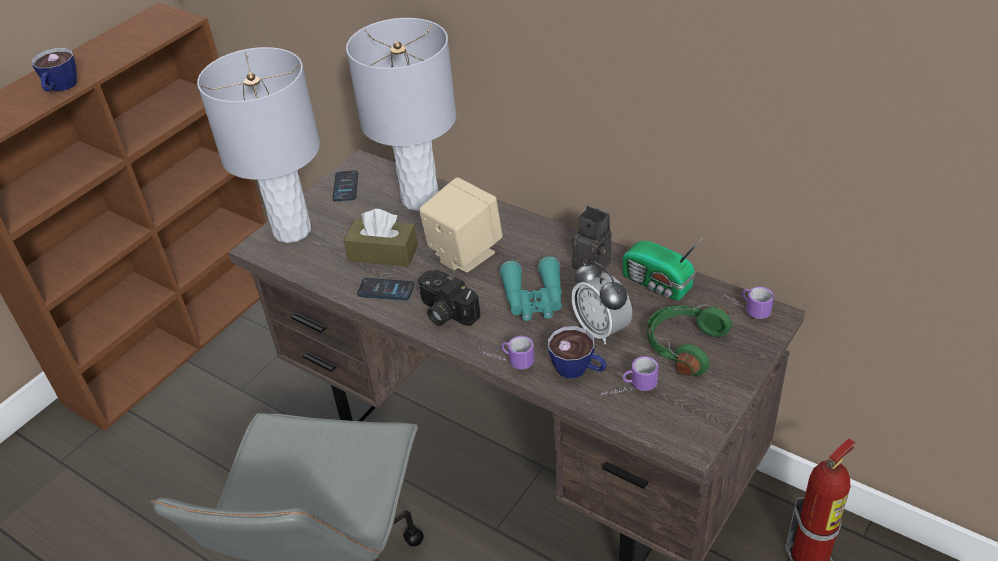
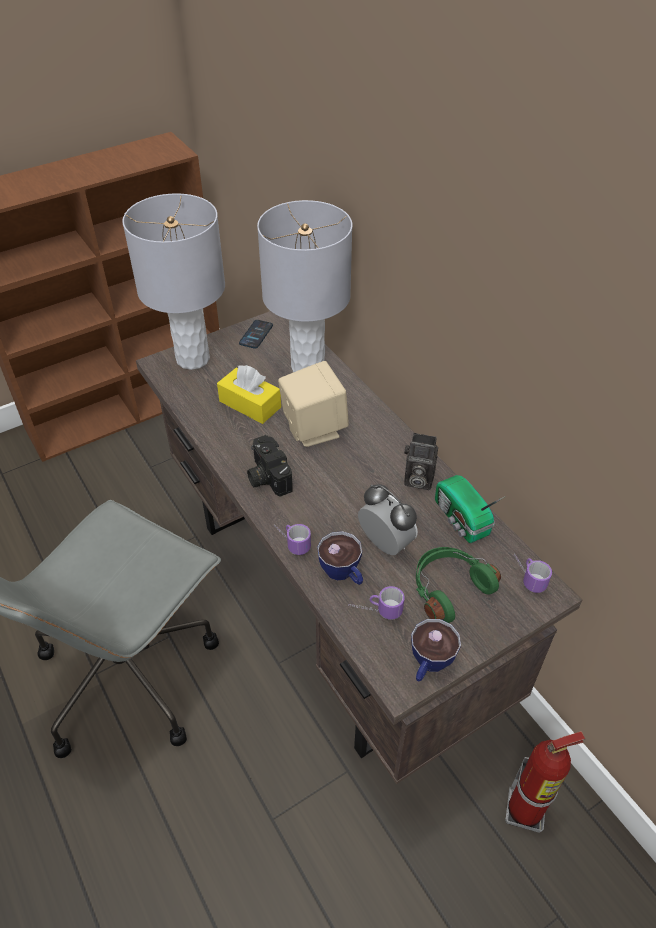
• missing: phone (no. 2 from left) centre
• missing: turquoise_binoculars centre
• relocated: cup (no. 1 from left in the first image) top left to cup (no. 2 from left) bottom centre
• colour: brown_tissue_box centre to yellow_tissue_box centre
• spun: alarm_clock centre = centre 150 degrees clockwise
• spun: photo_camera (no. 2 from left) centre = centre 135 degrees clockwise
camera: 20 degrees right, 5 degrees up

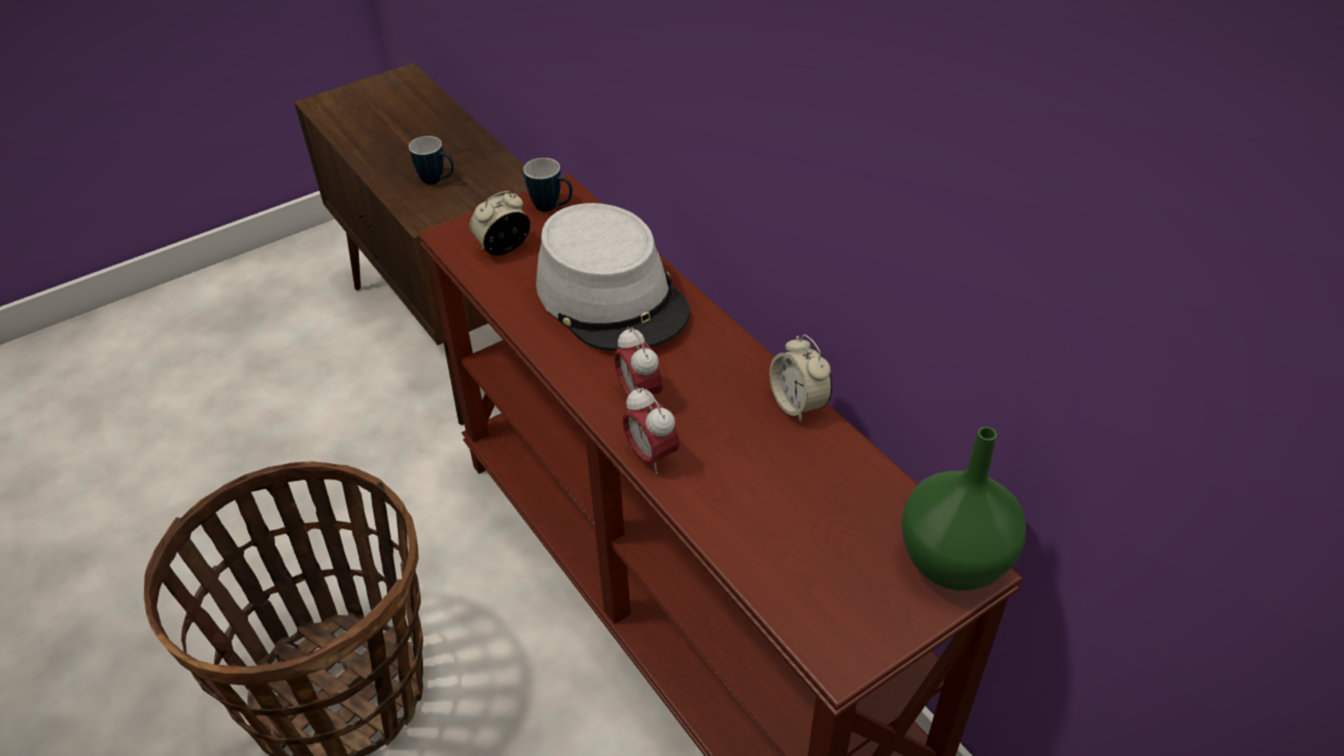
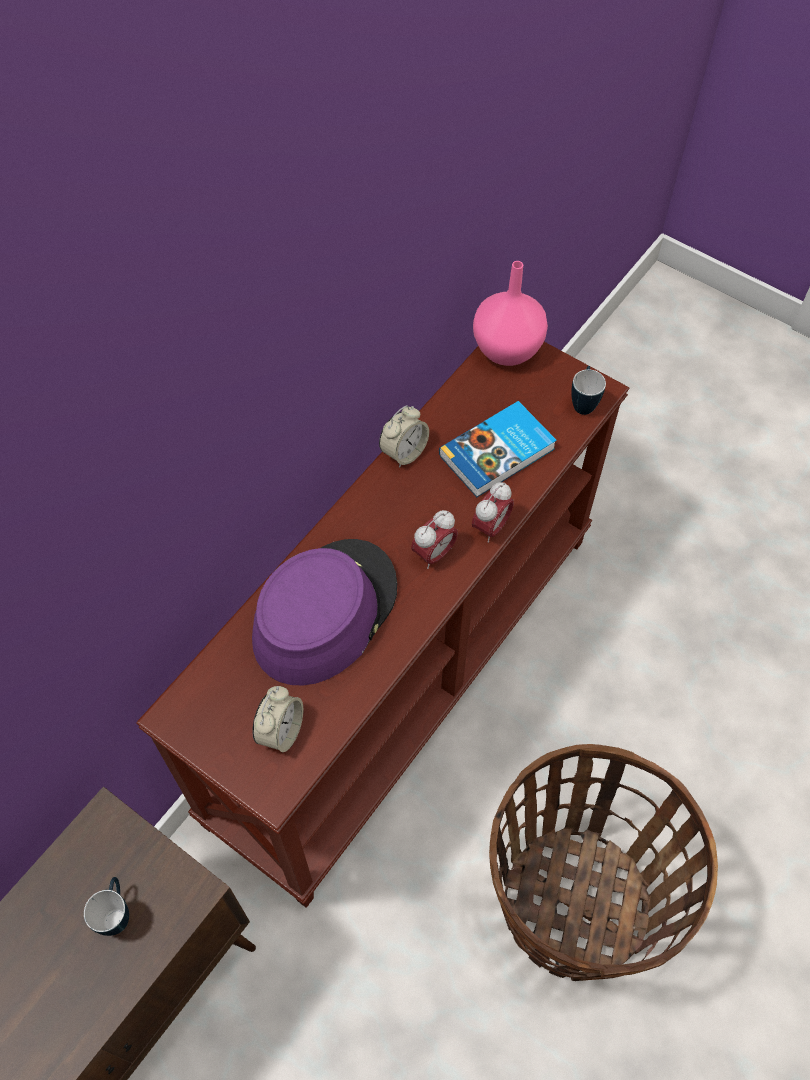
• appeared: book centre
• relocated: mug (no. 2 from left) top centre to middle right
• colour: grey_hat centre to purple_hat centre
• colour: green_vase bottom right to pink_vase top centre
• spun: alarm_clock (no. 1 from left) top centre = centre 105 degrees counterclockwise
camera: 110 degrees left, 15 degrees up

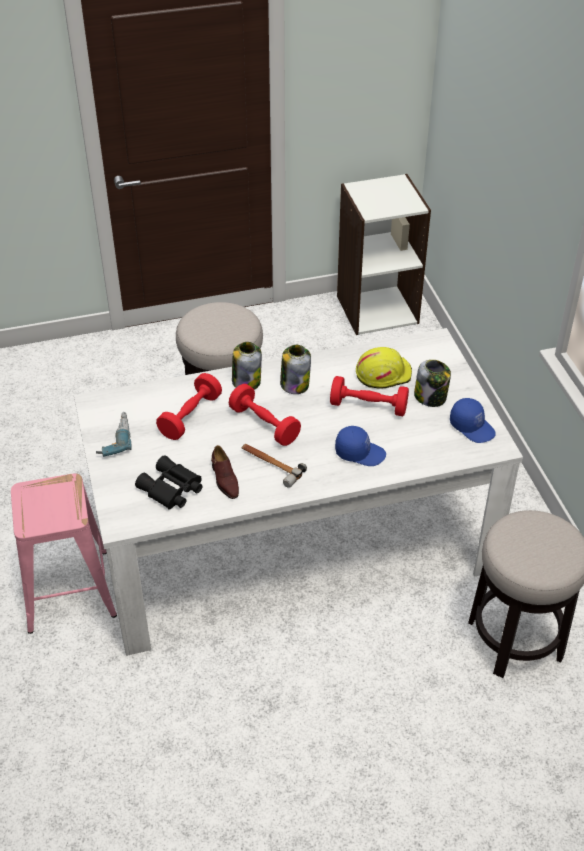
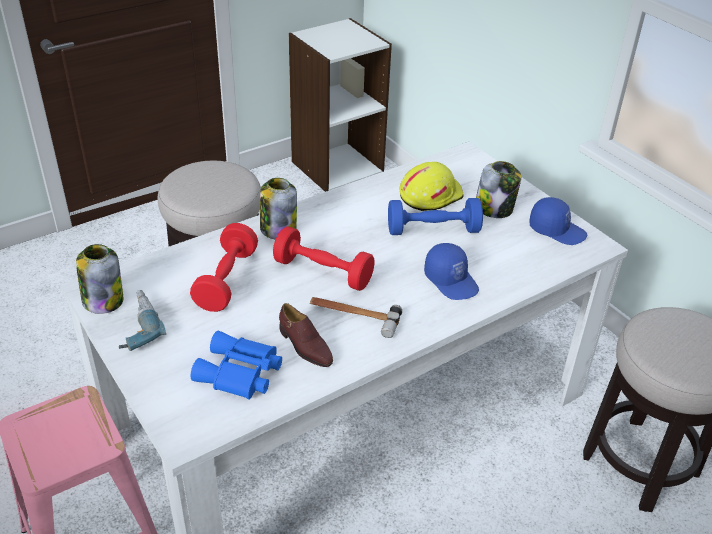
• relocated: jar (no. 2 from left in the first image) centre to jar (no. 1 from left) middle left
• colour: black_binoculars middle left to blue_binoculars bottom left
• colour: red_dumbbell (no. 3 from left) centre to blue_dumbbell centre
• spun: blue_cap (no. 1 from left) centre = centre 60 degrees clockwise
camera: 20 degrees left, 5 degrees down

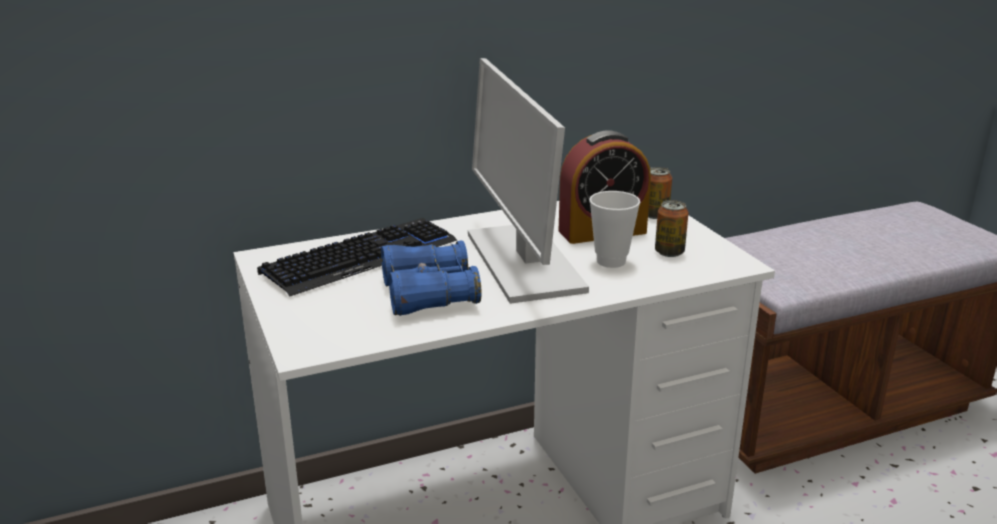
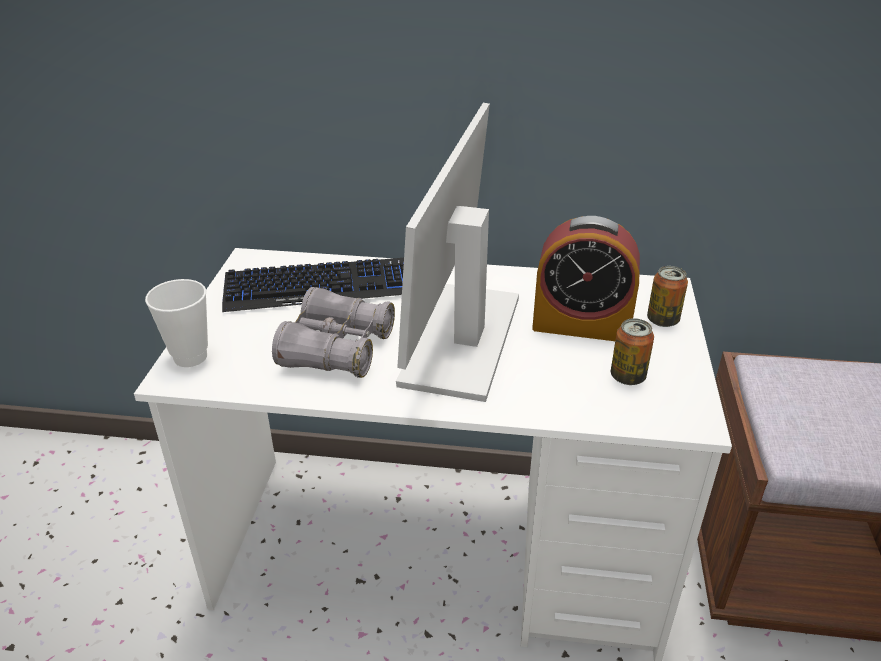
• relocated: cup centre to middle left
• colour: blue_binoculars centre to grey_binoculars centre
camera: 30 degrees right, 10 degrees up

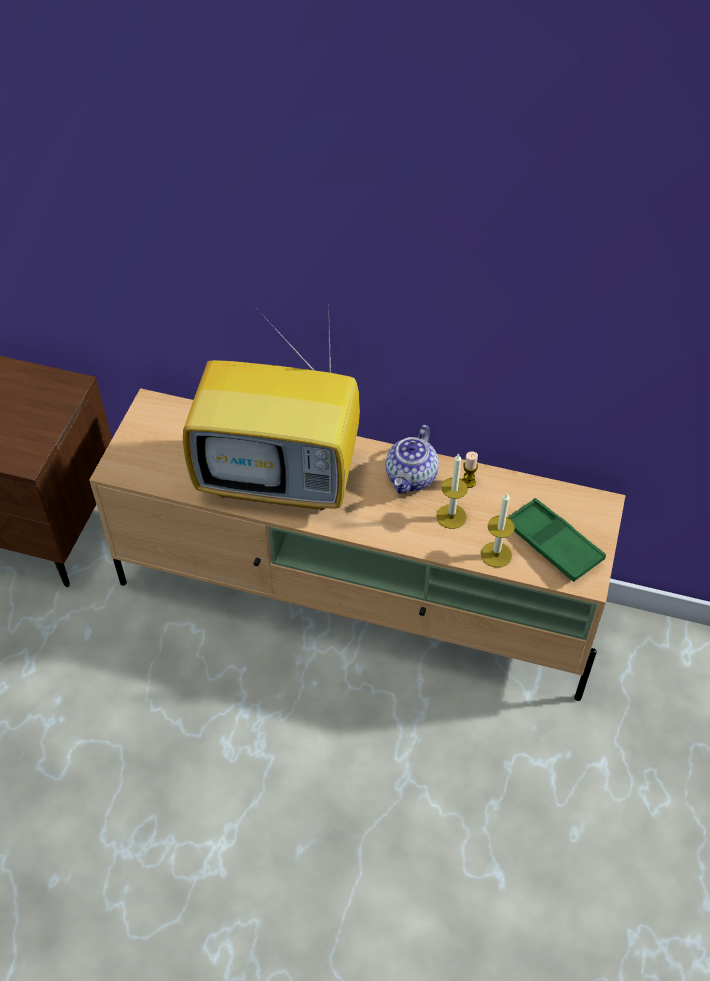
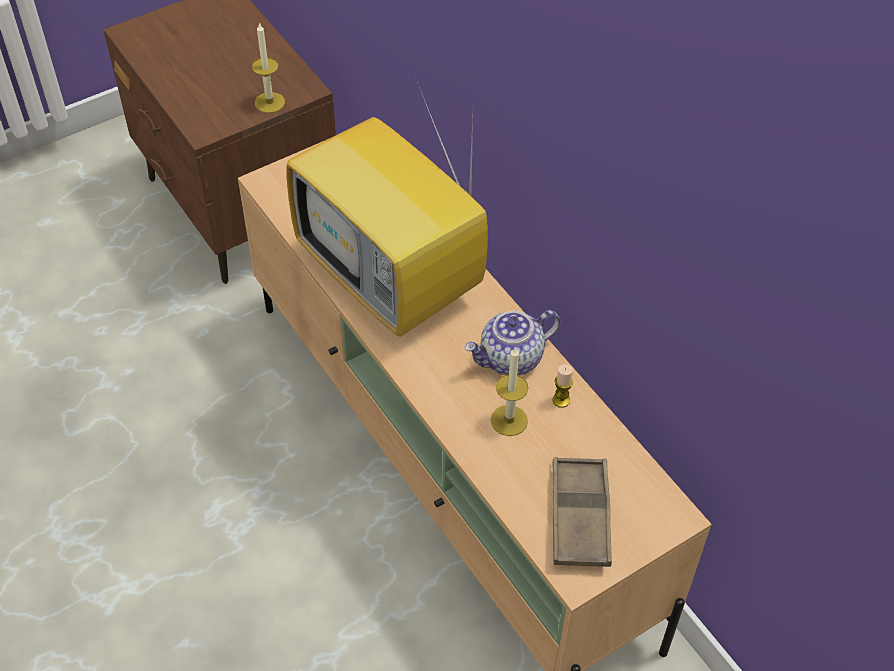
• relocated: candle (no. 3 from left in the first image) middle right to candle (no. 1 from left) top left
• colour: green_tray middle right to brown_tray bottom centre
camera: 40 degrees right, 0 degrees up

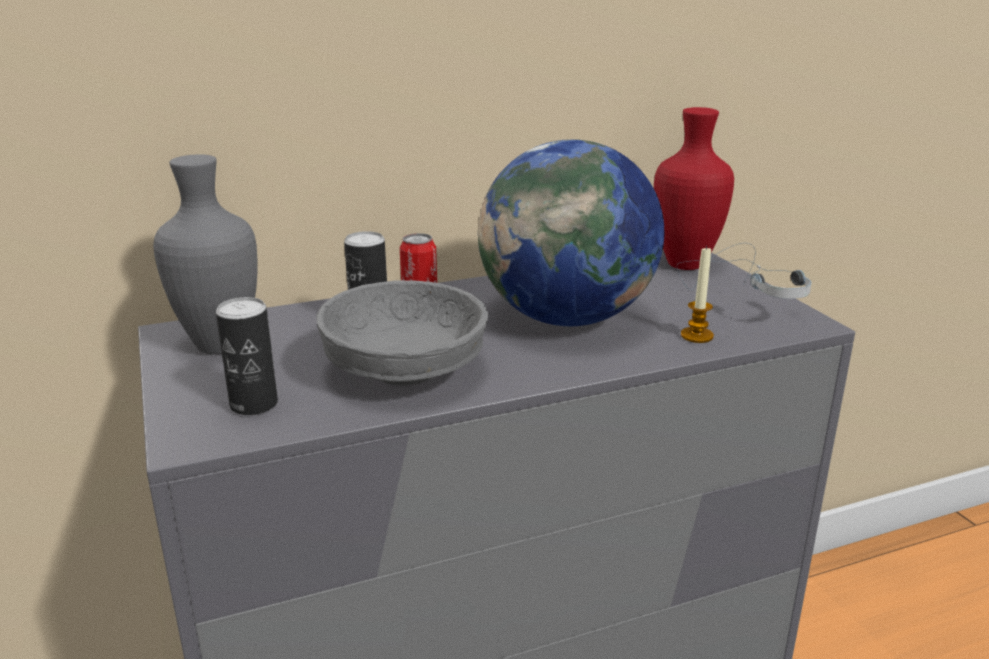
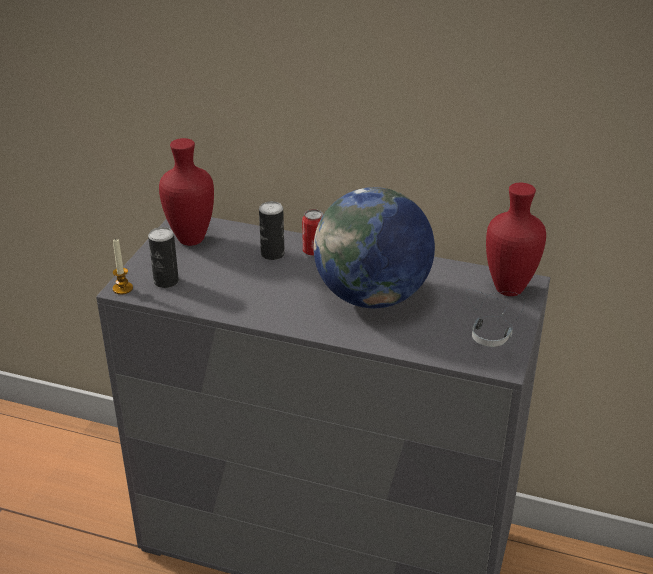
• missing: grey_bowl centre
• relocated: candle middle right to middle left
• colour: grey_vase middle left to red_vase (no. 1 from left) middle left
camera: 40 degrees right, 10 degrees up

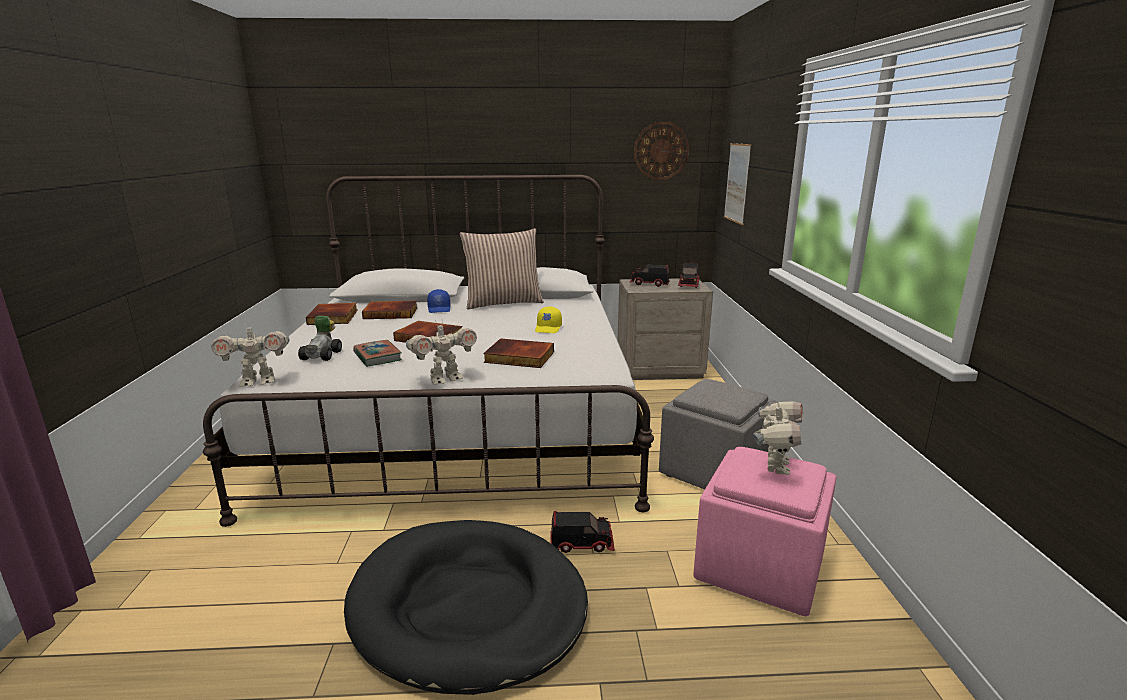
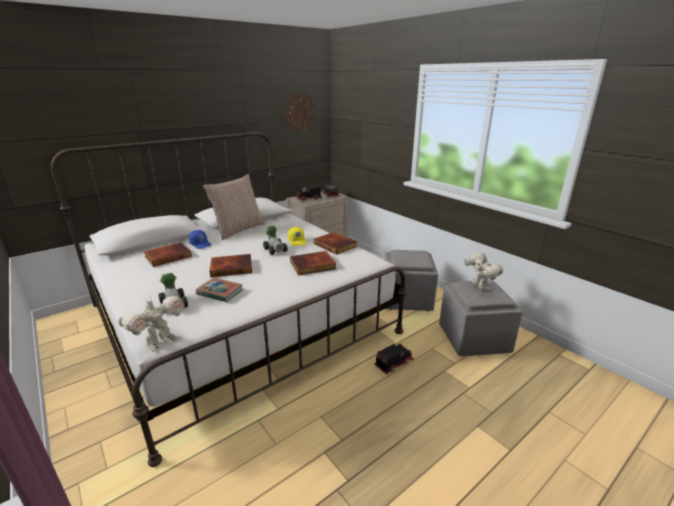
• missing: black_dog_bed bottom centre
• missing: toy_robot (no. 2 from left) centre
• missing: picture top centre
• appeared: toy_car (no. 2 from left) centre
• relocated: book (no. 1 from left in the first image) middle left to book (no. 5 from left) centre
• colour: pink_ottoman bottom right to grey_ottoman (no. 2 from left) middle right
camera: 35 degrees left, 5 degrees up

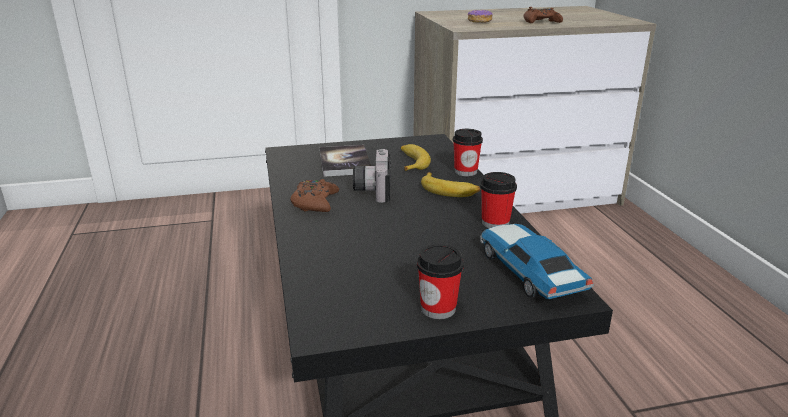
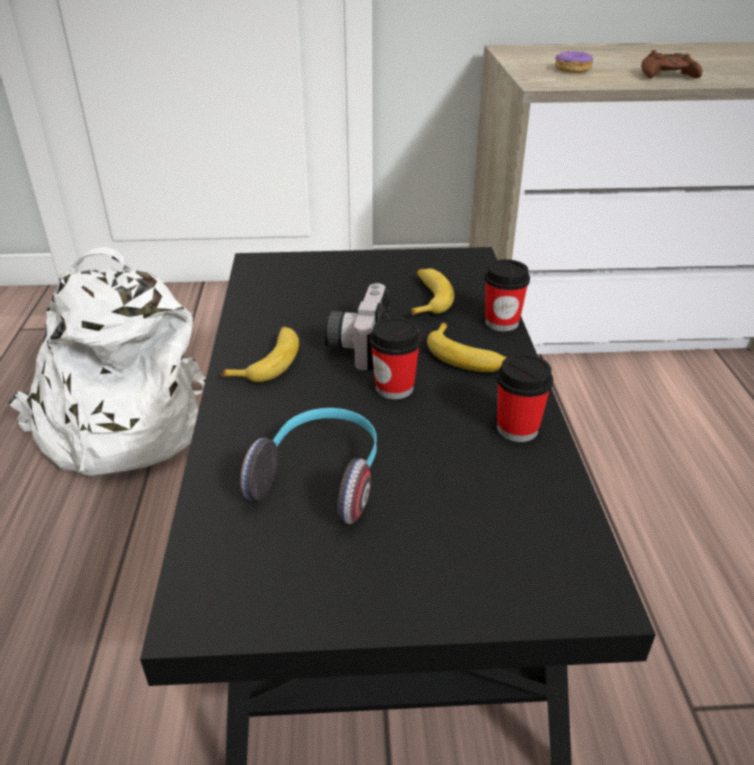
• missing: book centre
• missing: toy_car middle right
• appeared: white_backpack middle left
• appeared: headphones centre
• relocated: cup (no. 1 from left) bottom centre to centre
• exchanged: brown_game_controller (no. 1 from left) centre to banana (no. 1 from left) centre
camera: 10 degrees right, 10 degrees up

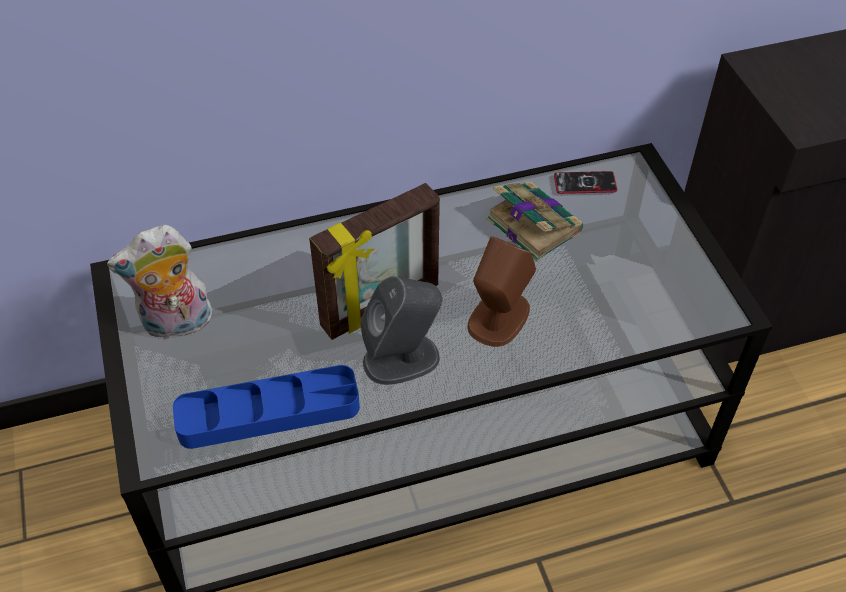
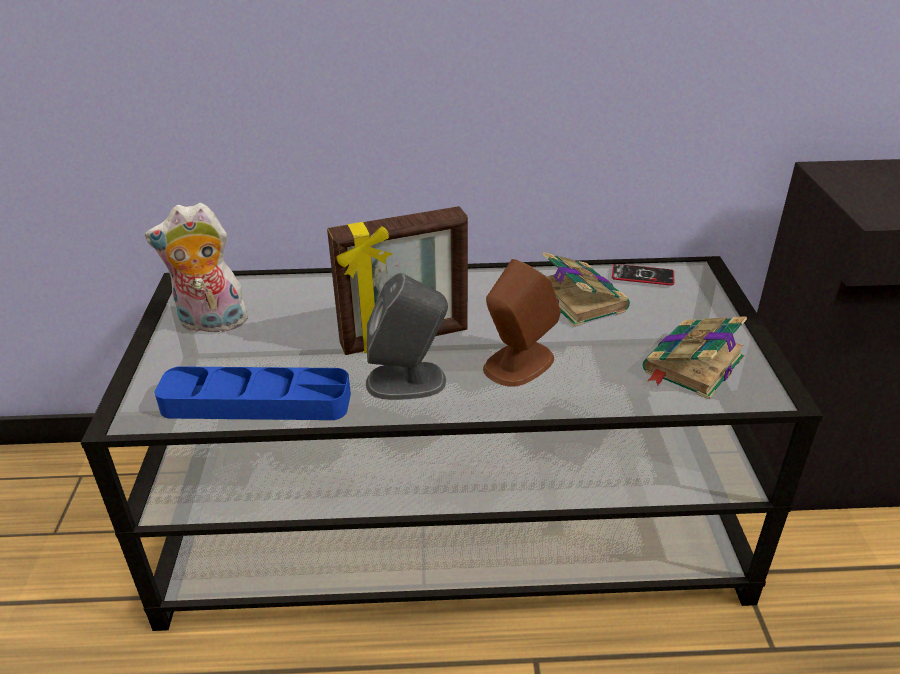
• appeared: book (no. 2 from left) middle right
camera: 15 degrees right, 15 degrees down

